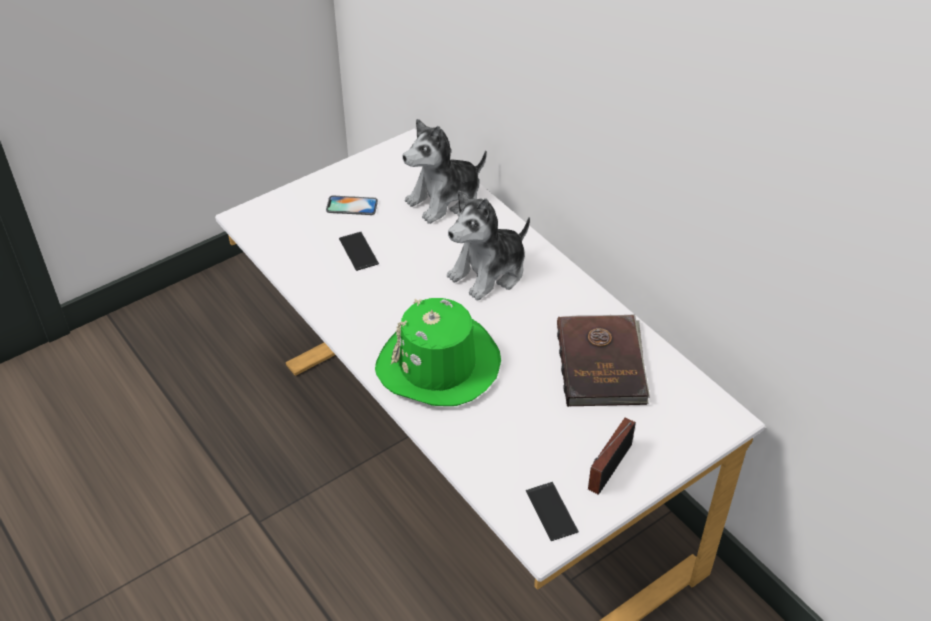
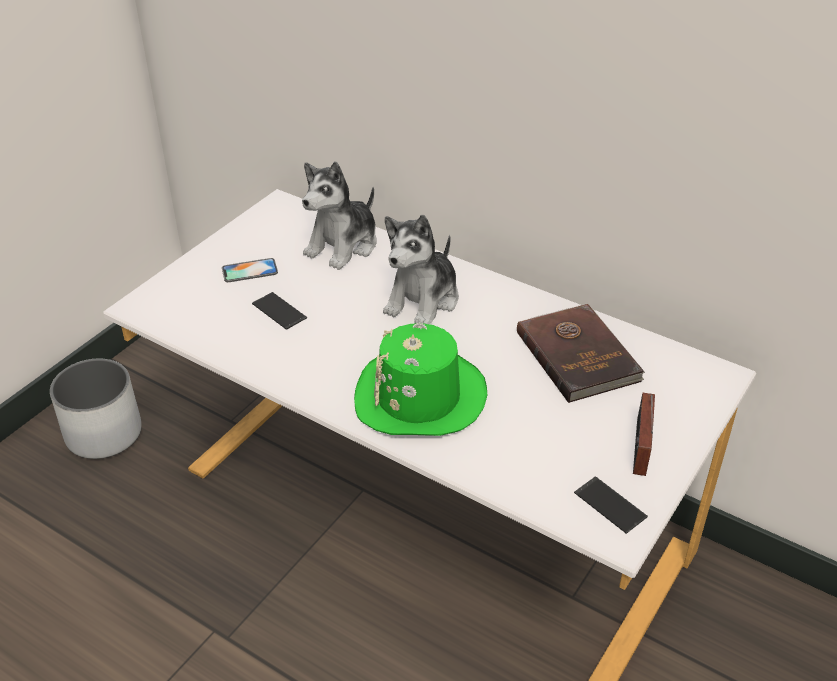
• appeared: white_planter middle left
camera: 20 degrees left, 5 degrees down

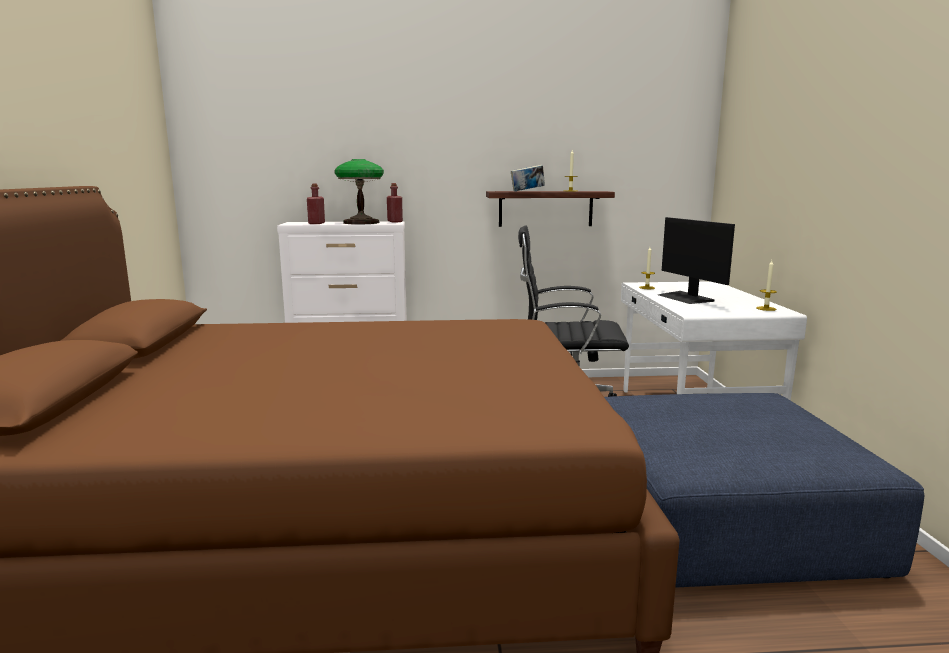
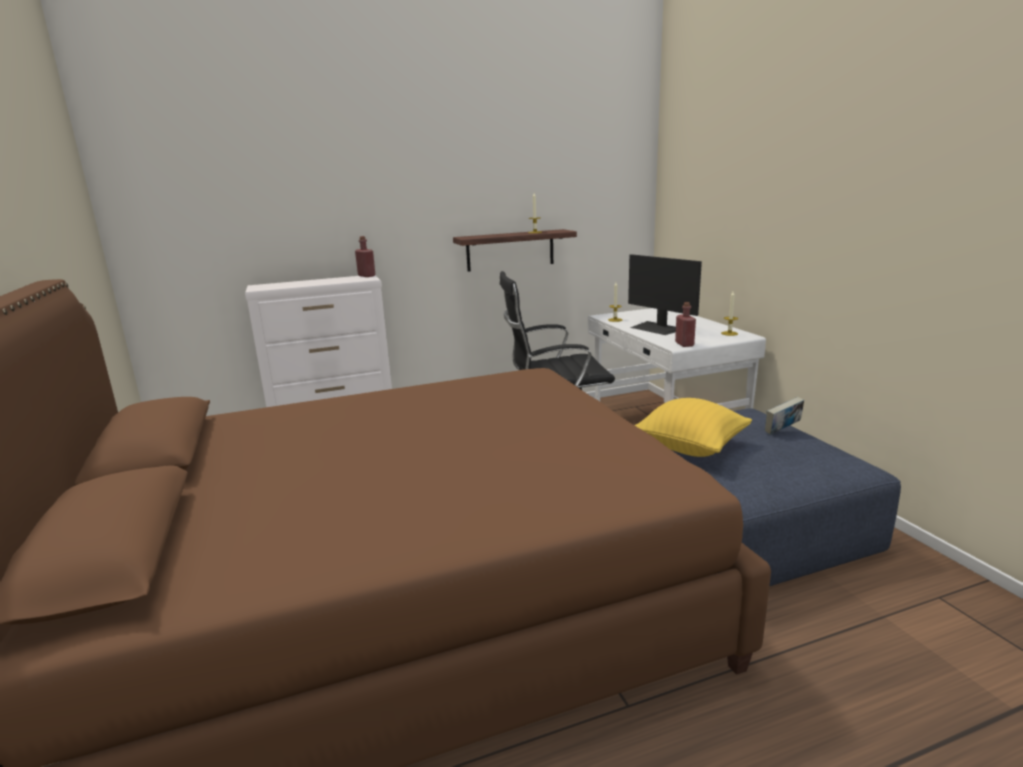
• missing: table_lamp top centre
• appeared: yellow_pillow middle right
• relocated: red_bottle (no. 1 from left in the first image) top left to red_bottle (no. 2 from left) middle right
• relocated: book top centre to middle right
camera: 15 degrees left, 5 degrees up

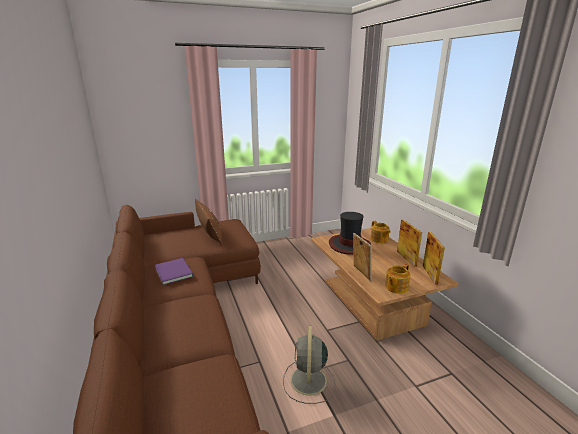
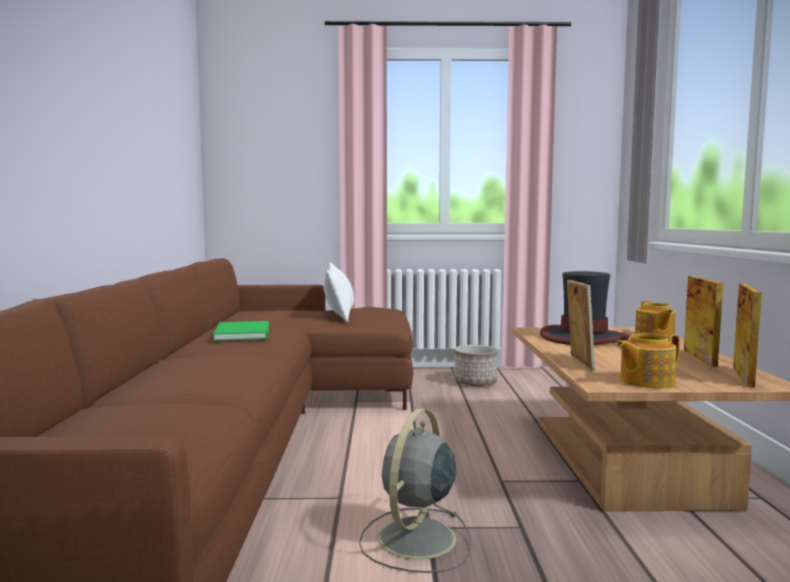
• appeared: planter centre
• colour: purple_book middle left to green_book middle left
• colour: brown_pillow centre to white_pillow centre
camera: 20 degrees right, 15 degrees down

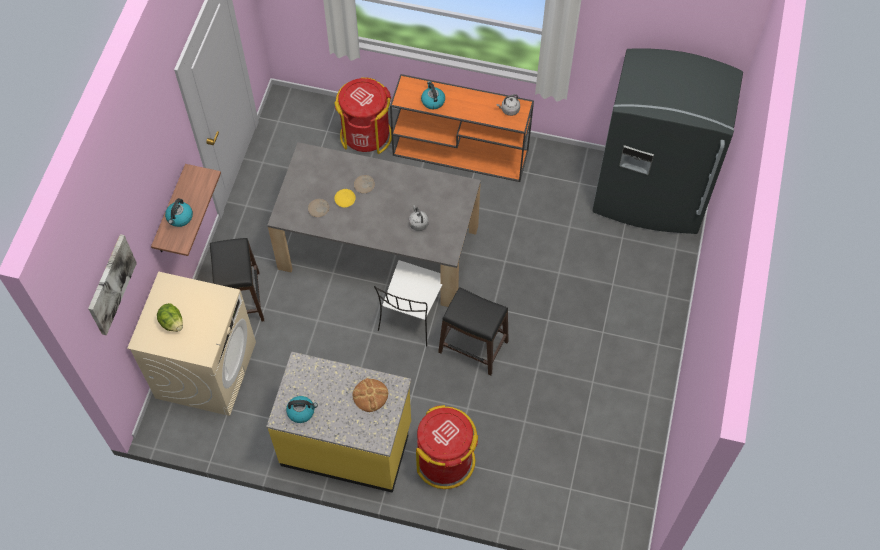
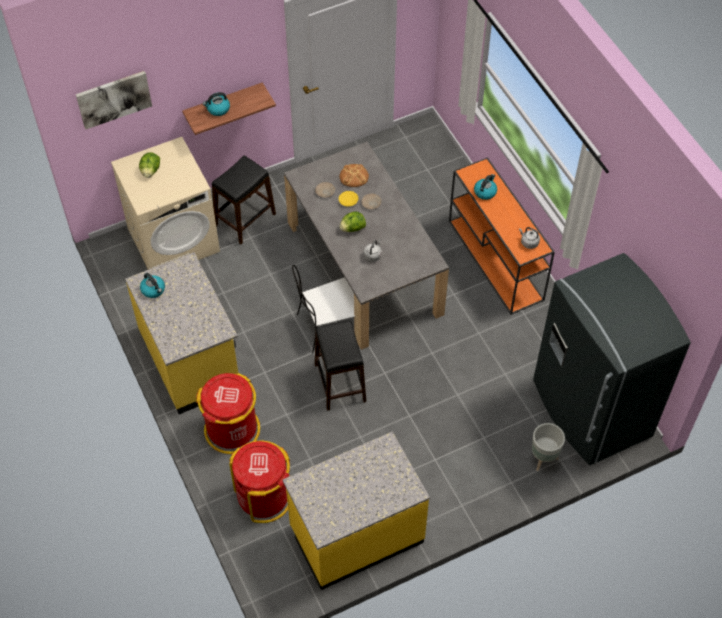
• appeared: yellow_counter (no. 2 from left) bottom centre
• appeared: lettuce (no. 2 from left) centre
• appeared: grey_planter bottom right
• relocated: red_trash_can (no. 1 from left in the first image) top centre to red_trash_can (no. 2 from left) bottom centre
• relocated: bread bottom centre to top centre
camera: 50 degrees right, 5 degrees down

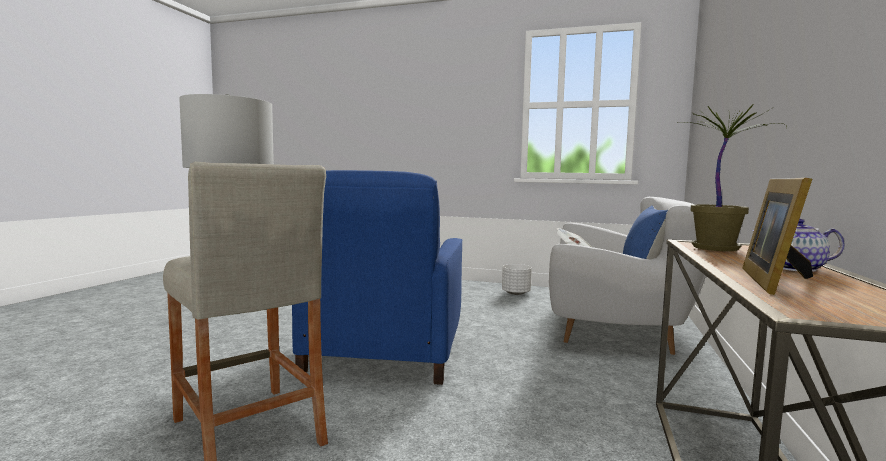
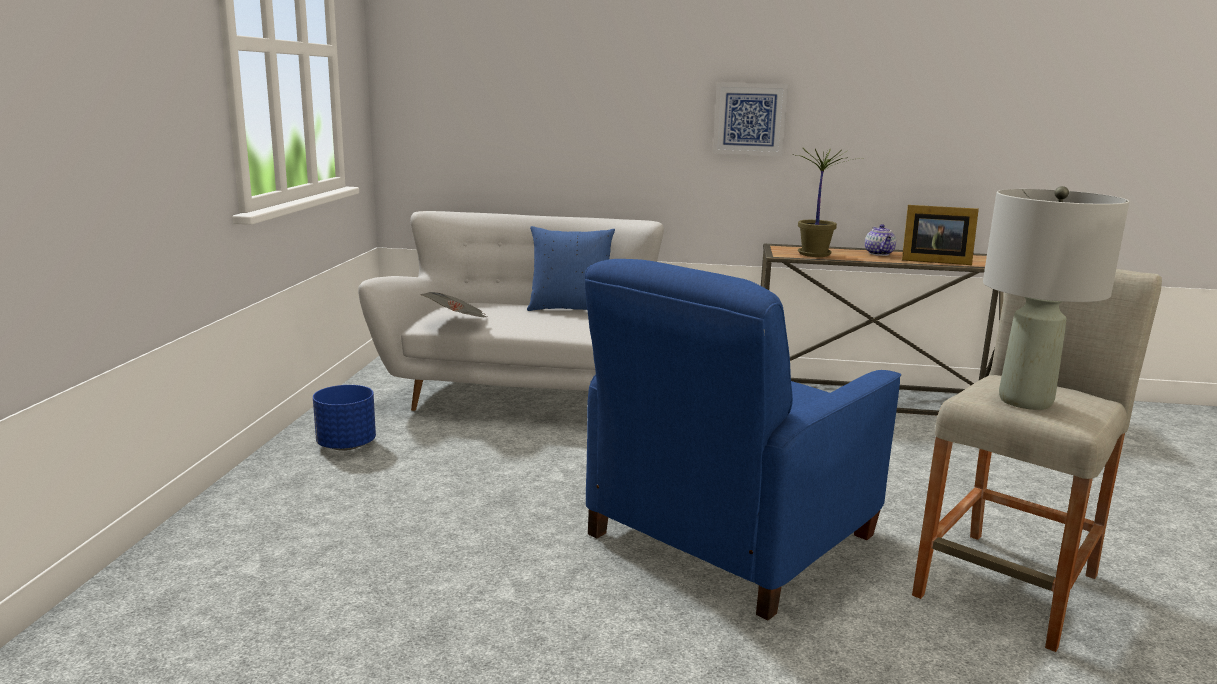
• appeared: picture top centre
• colour: white_planter centre to blue_planter middle left
• spun: blue_armchair centre = centre 135 degrees clockwise
camera: 100 degrees left, 10 degrees up

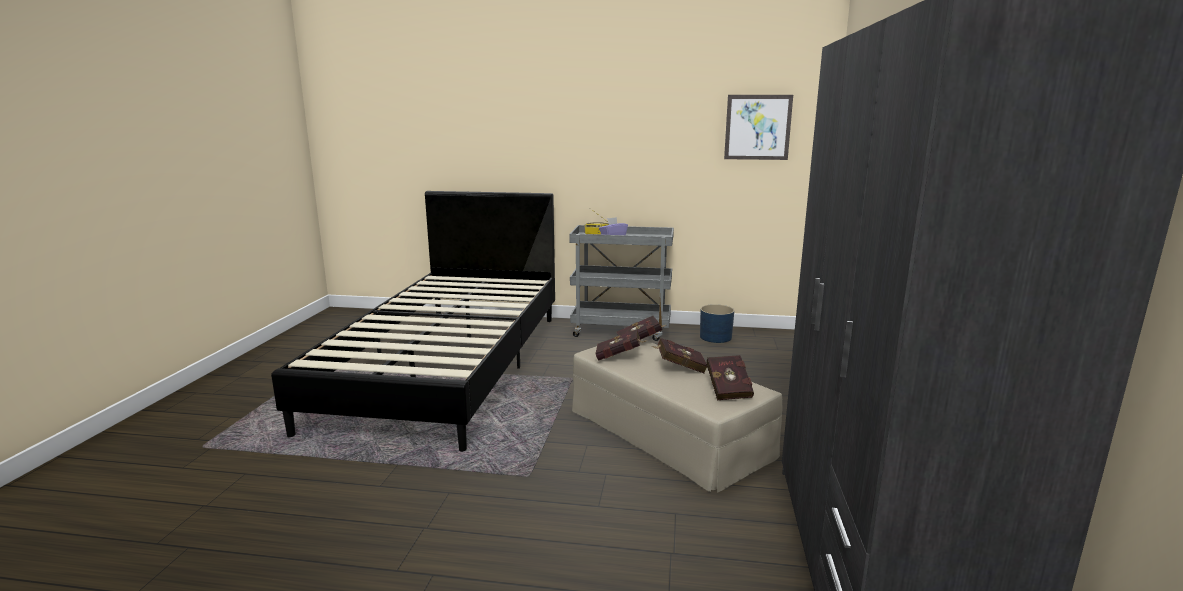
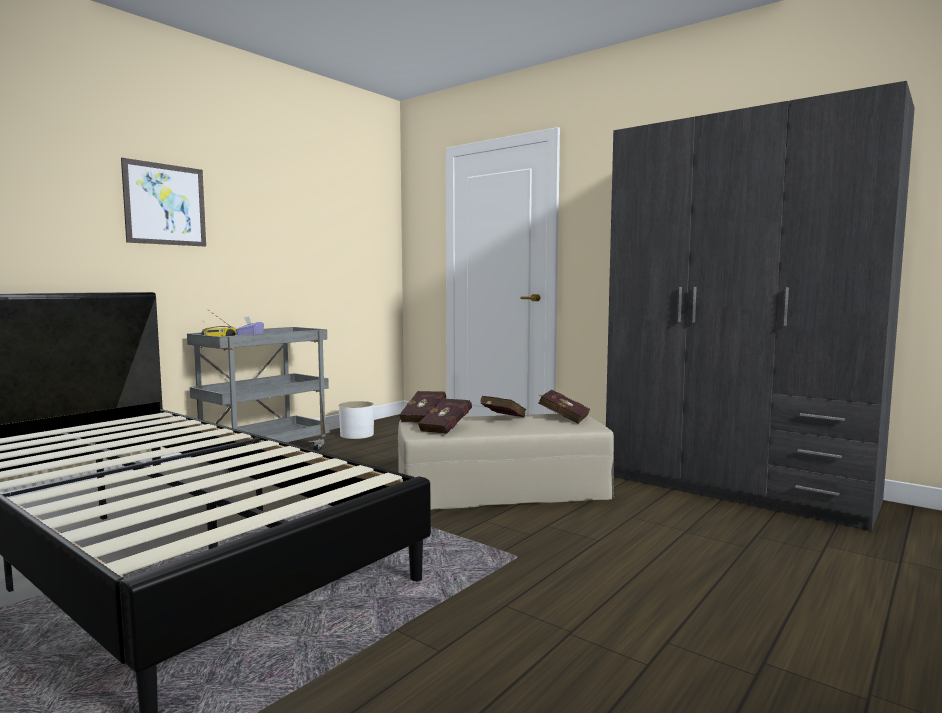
• relocated: picture top centre to top left
• colour: blue_planter centre to white_planter centre
camera: 60 degrees left, 10 degrees down

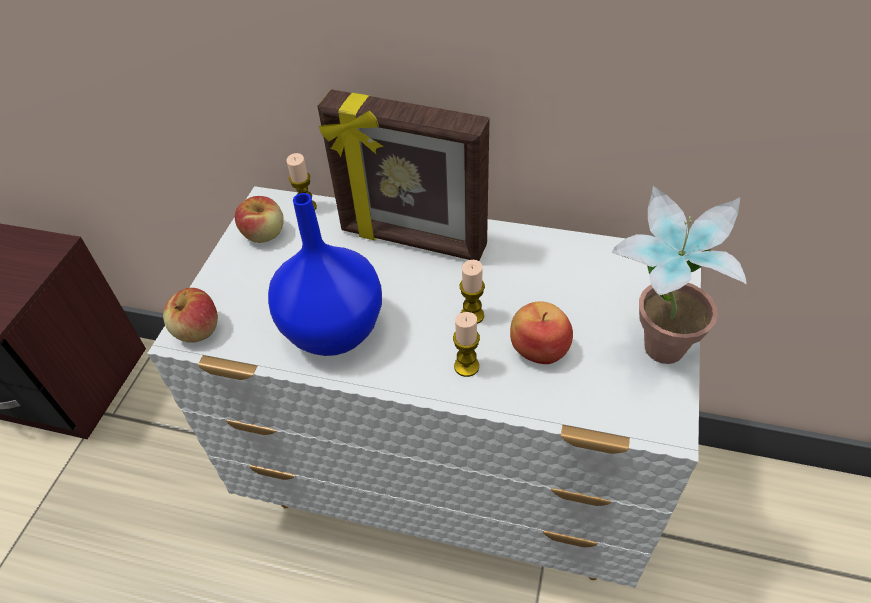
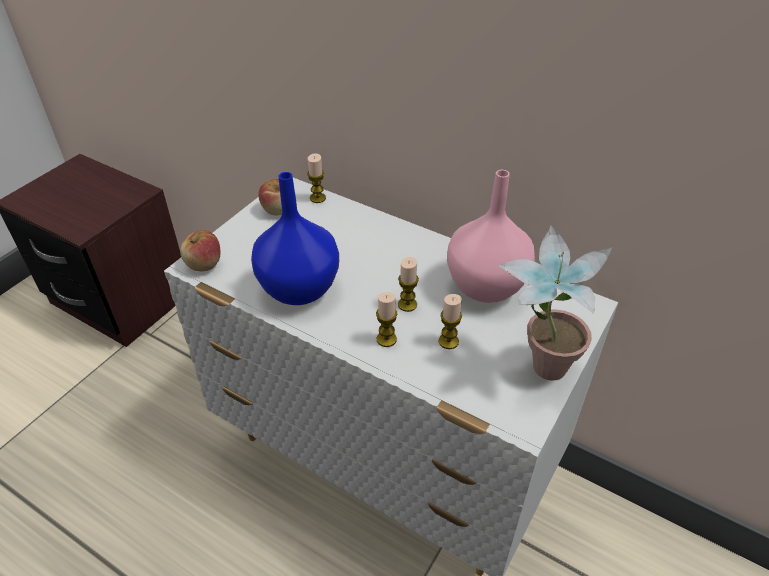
• missing: picture_frame top centre
• appeared: pink_vase centre
• exchanged: apple (no. 3 from left) centre to candle (no. 4 from left) centre
camera: 15 degrees right, 5 degrees down

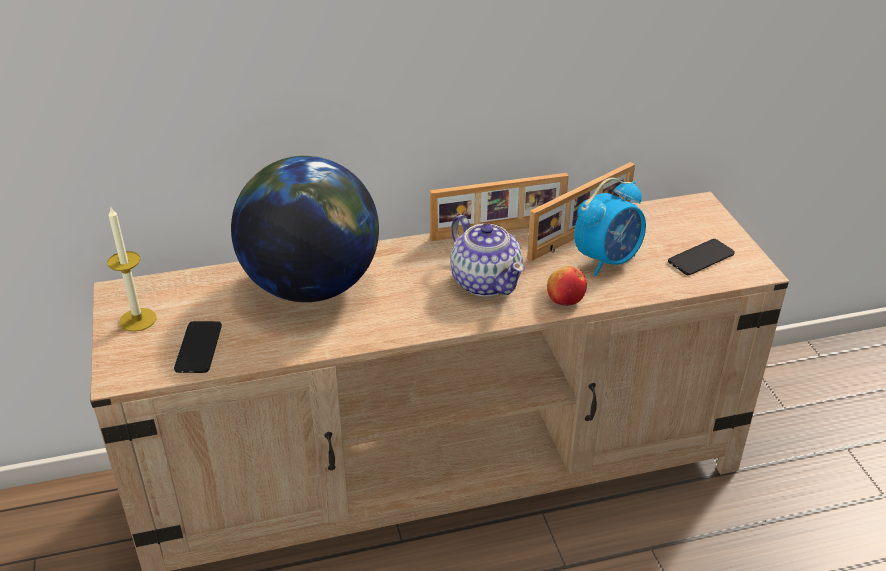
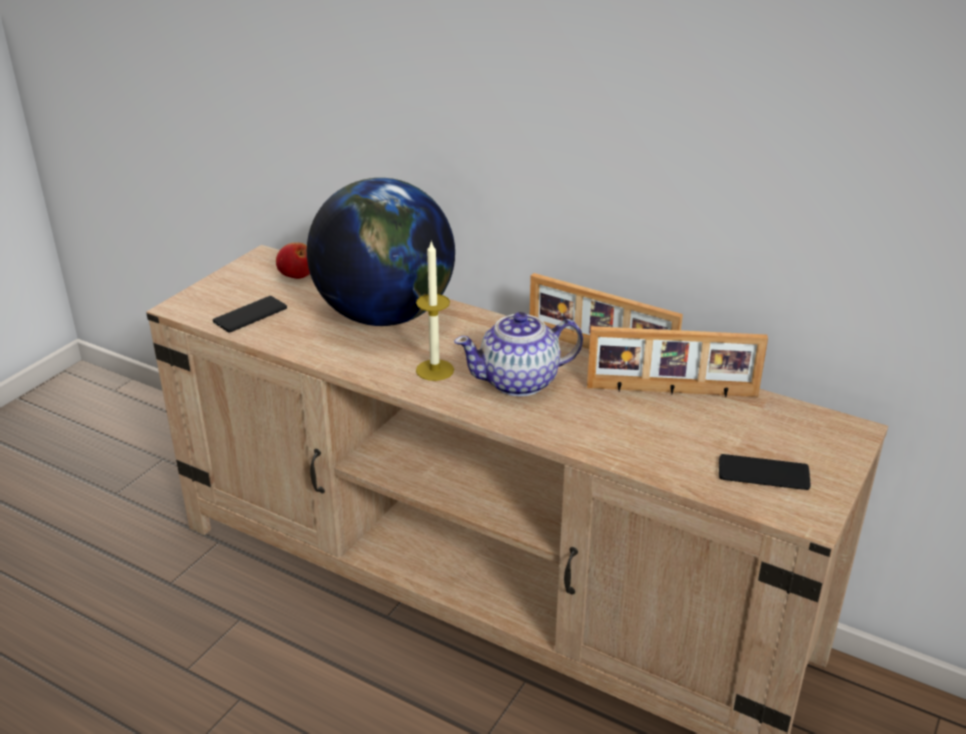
• missing: alarm_clock middle right
• relocated: candle middle left to centre
• relocated: apple centre to middle left
• spun: teapot centre = centre 60 degrees clockwise
camera: 45 degrees right, 5 degrees down

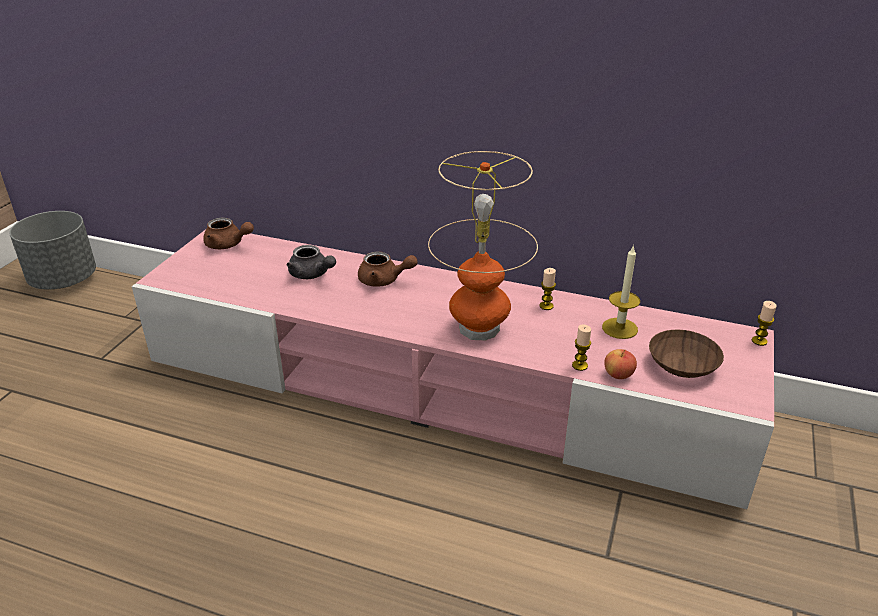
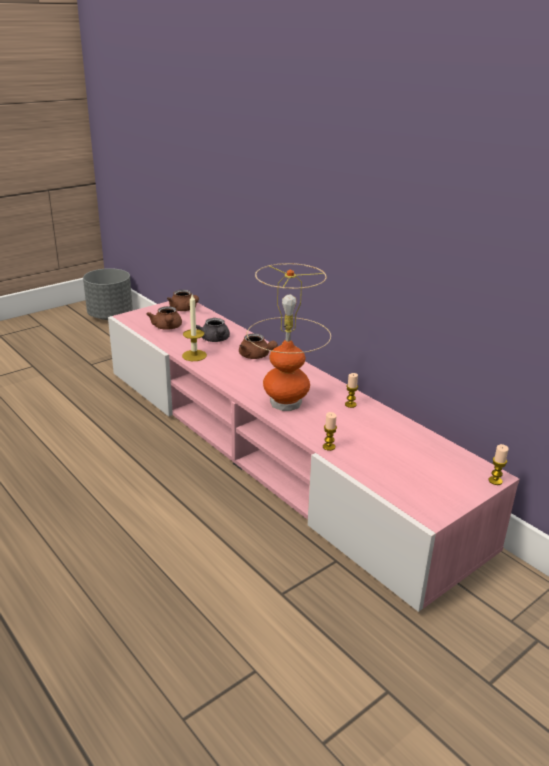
• missing: apple middle right
• missing: brown_bowl middle right
• appeared: brown_teapot (no. 1 from left) middle left
• relocated: candle (no. 3 from left in the first image) middle right to candle (no. 1 from left) centre
camera: 30 degrees right, 5 degrees down

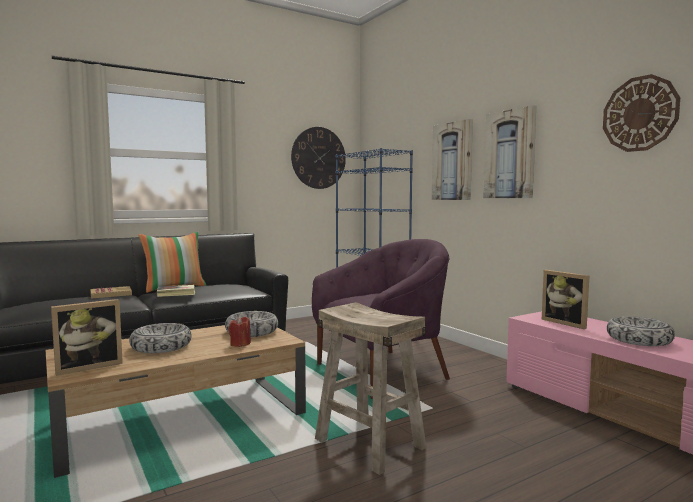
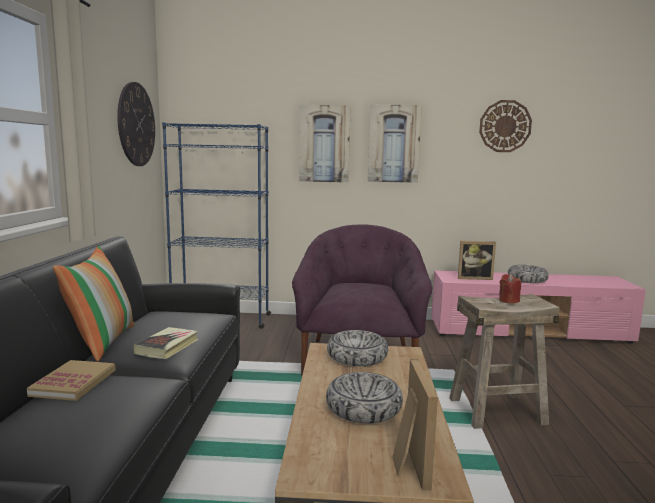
• relocated: red_candle centre to middle right
camera: 55 degrees left, 5 degrees up

